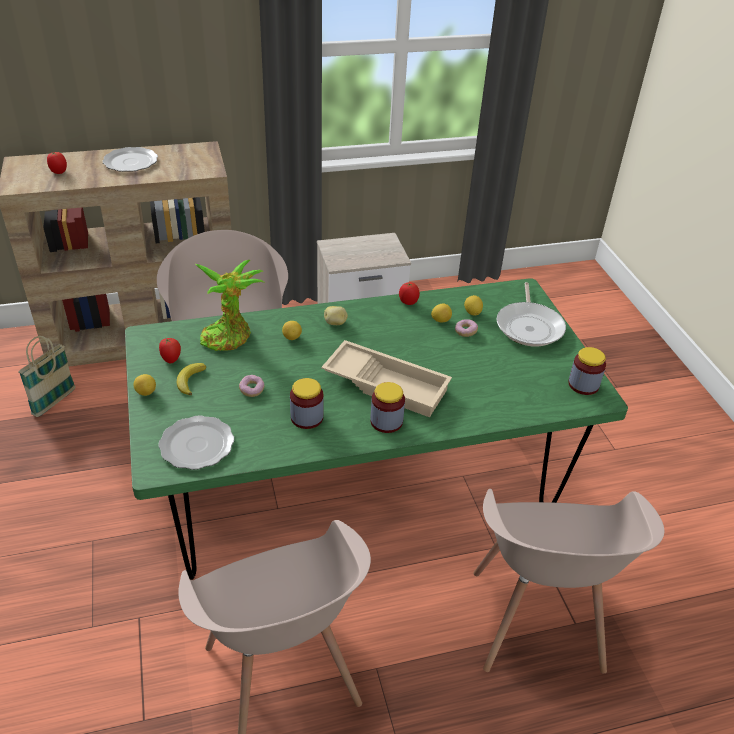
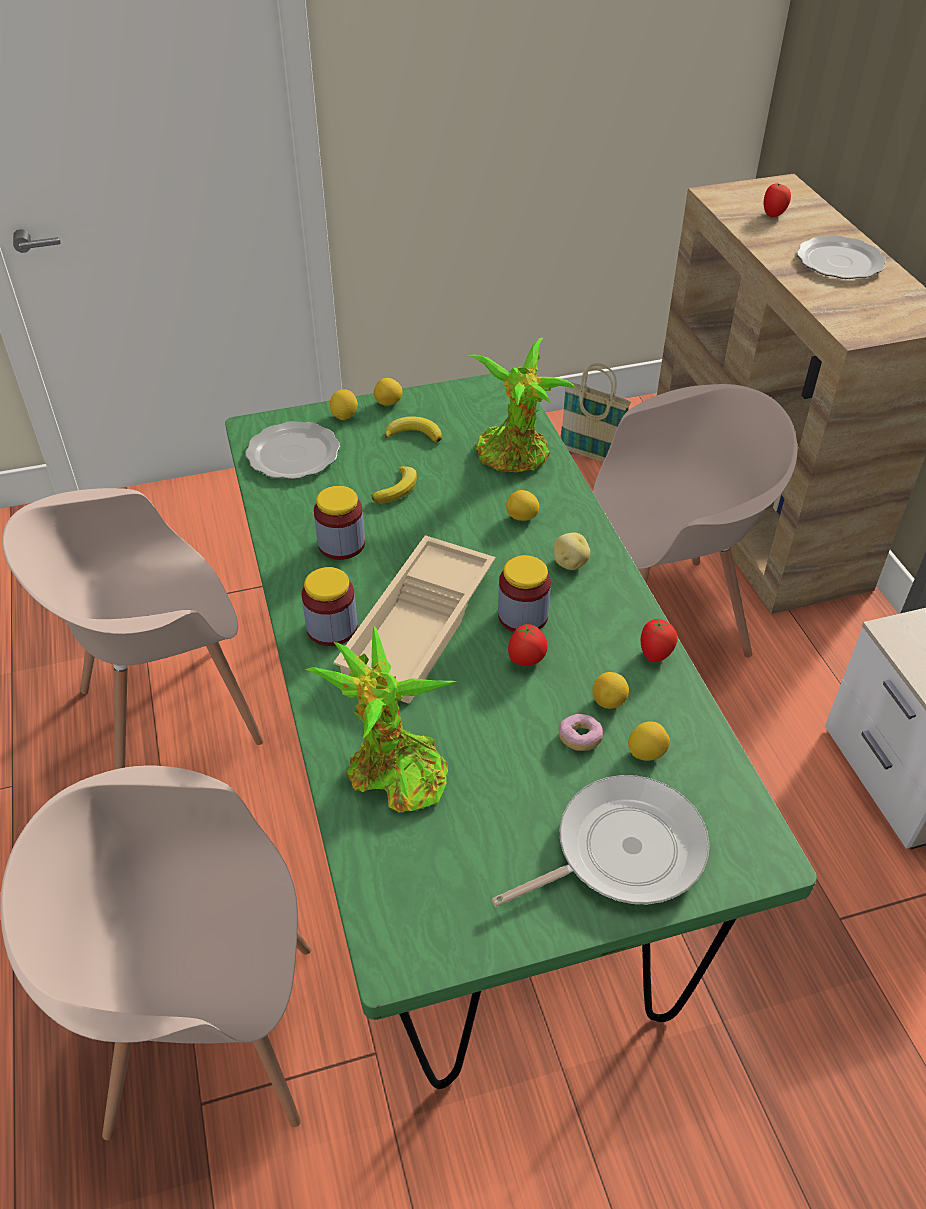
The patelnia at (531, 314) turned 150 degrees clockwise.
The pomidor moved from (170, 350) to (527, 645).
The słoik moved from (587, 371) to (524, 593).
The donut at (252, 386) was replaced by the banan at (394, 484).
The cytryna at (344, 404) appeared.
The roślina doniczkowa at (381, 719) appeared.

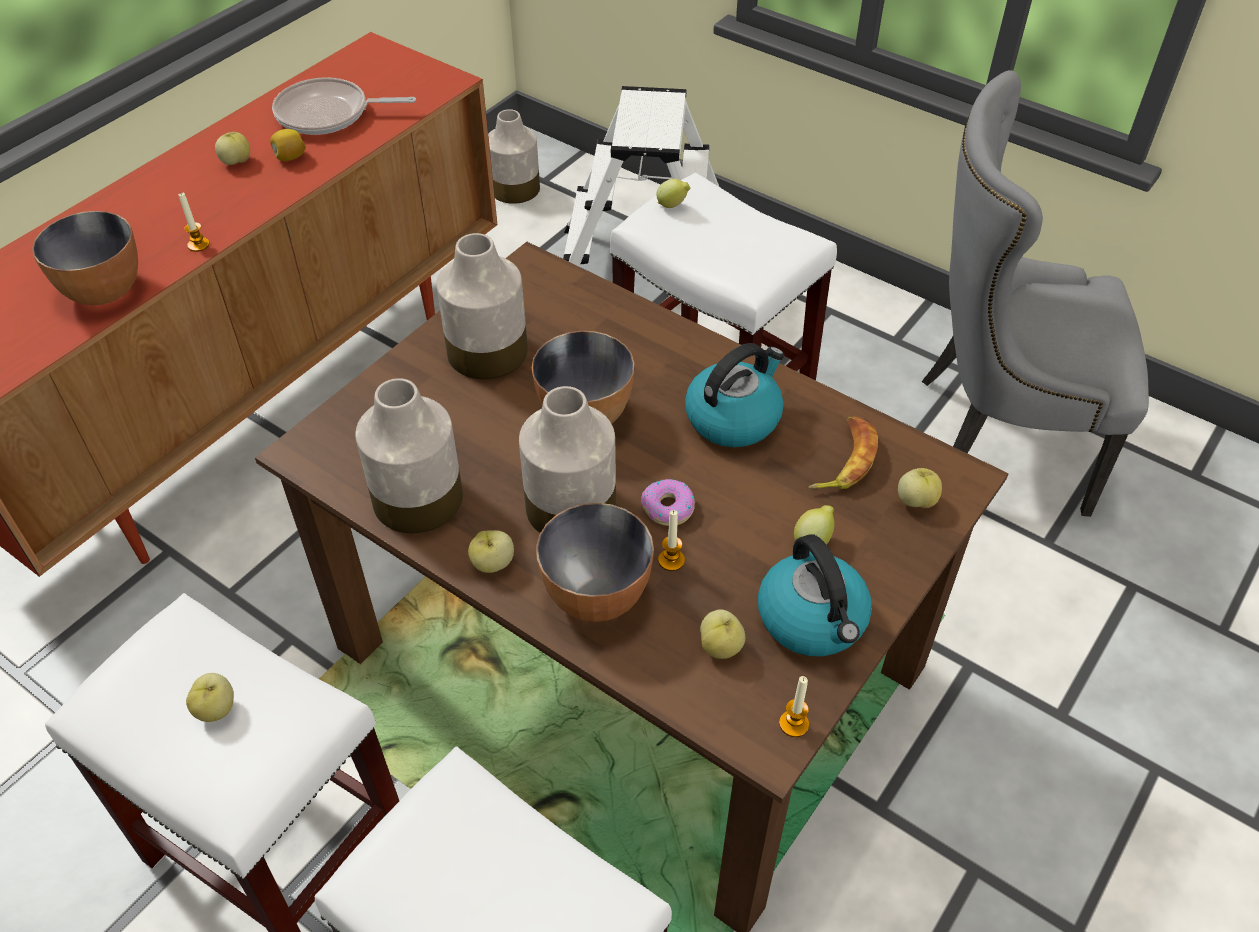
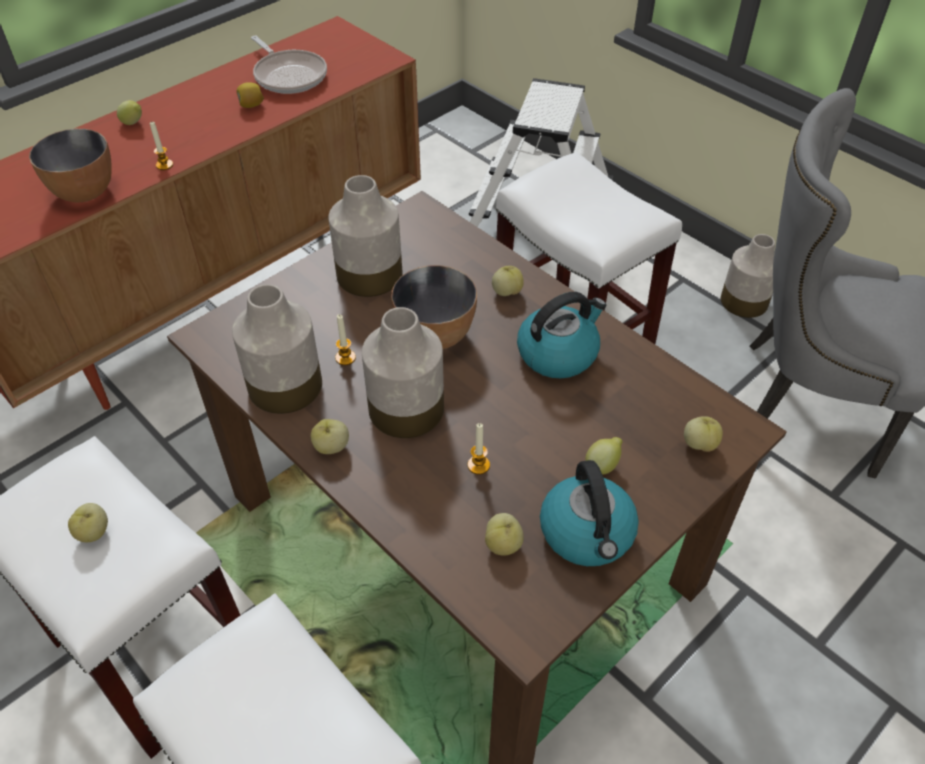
The patelnia at (344, 106) turned 135 degrees counterclockwise.
The wazon/beżowy moved from (514, 156) to (748, 276).
The jabłko moved from (232, 148) to (508, 281).
The cytryna moved from (673, 193) to (129, 112).
The banan at (843, 452) disappeared.
The donut at (668, 502) disappeared.
The miska at (595, 562) disappeared.
The świeca moved from (794, 706) to (345, 339).

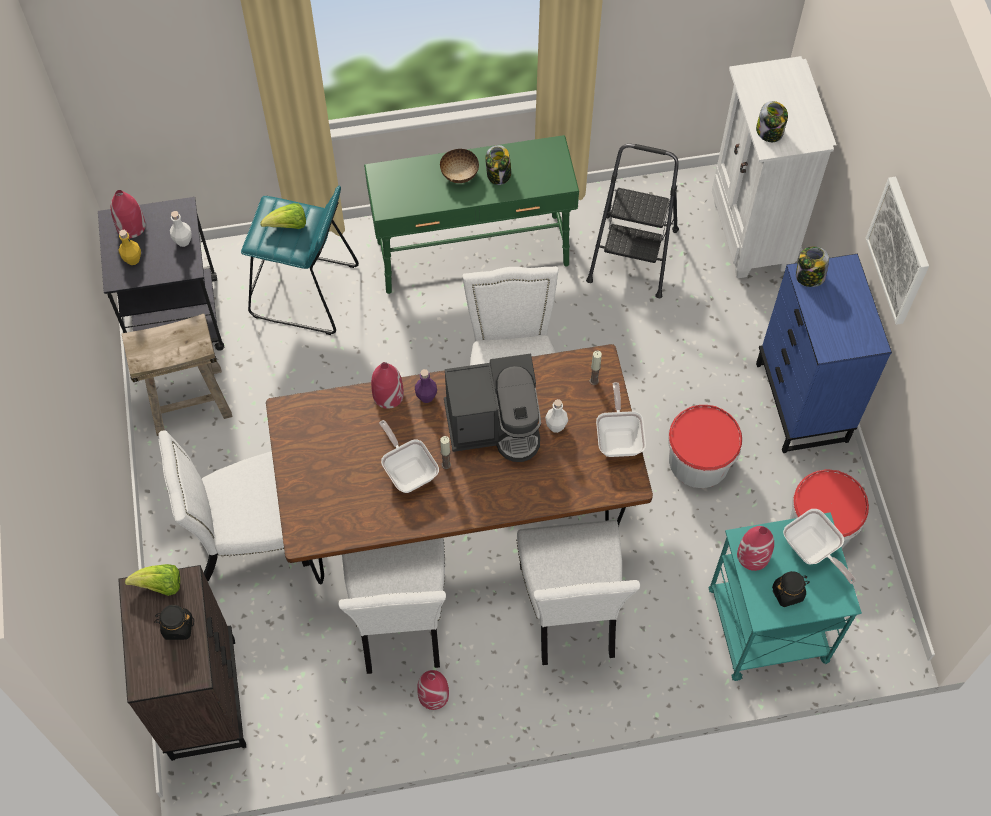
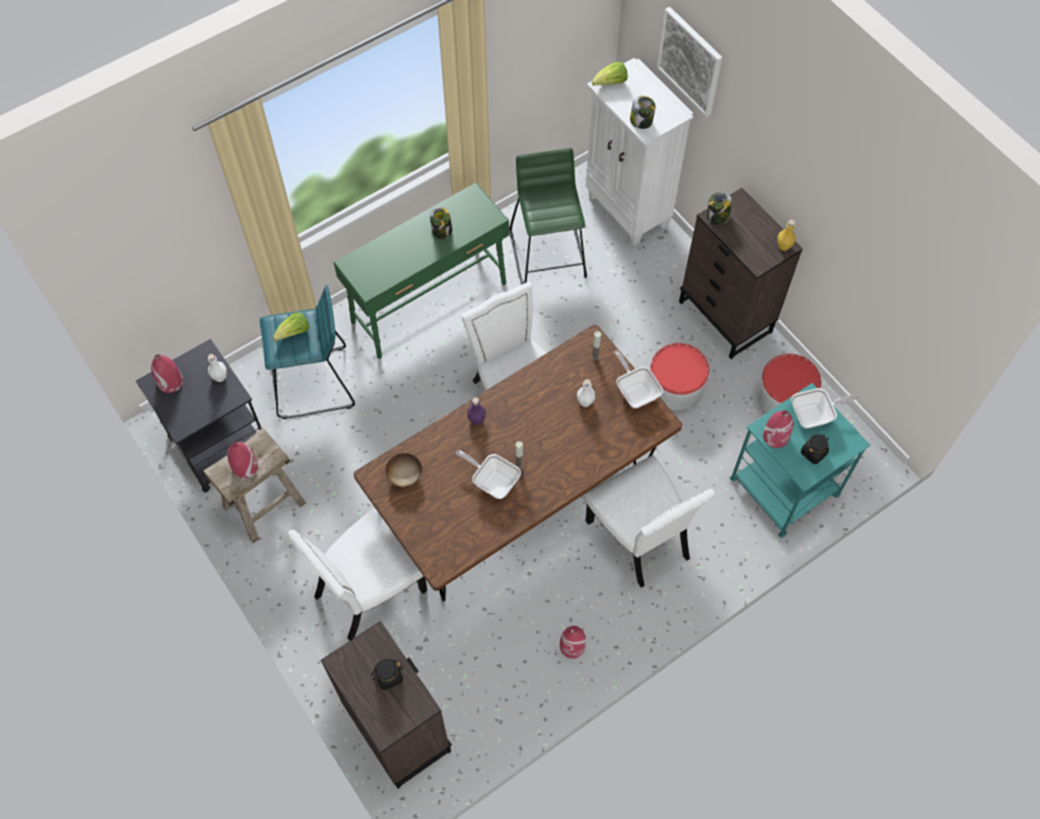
The drabinka/czarny at (632, 221) was replaced by the stołek/zielony at (548, 216).
The miska moved from (459, 166) to (403, 470).
The obraz moved from (897, 251) to (689, 62).
The butelka/żółty moved from (130, 247) to (786, 235).
The komoda/niebieski at (824, 353) became the komoda/brązowy at (741, 273).
The ekspres do kawy at (492, 408) disappeared.
The wazon/czerwony moved from (387, 385) to (242, 460).
The patelnia at (819, 546) turned 45 degrees counterclockwise.
The krzesło/biały at (392, 606) disappeared.
The sałata moved from (152, 580) to (610, 74).

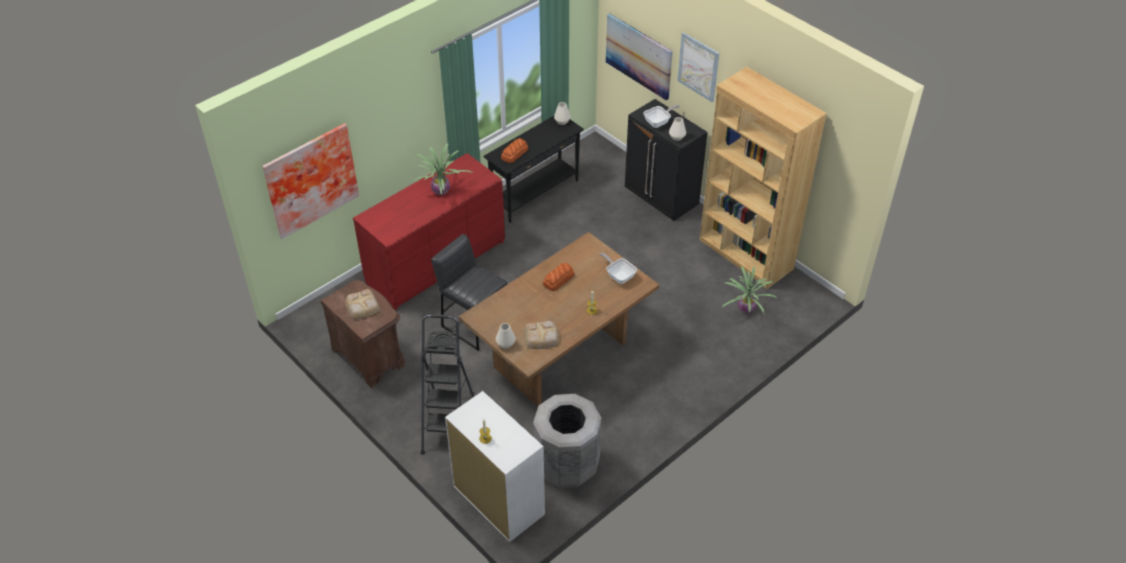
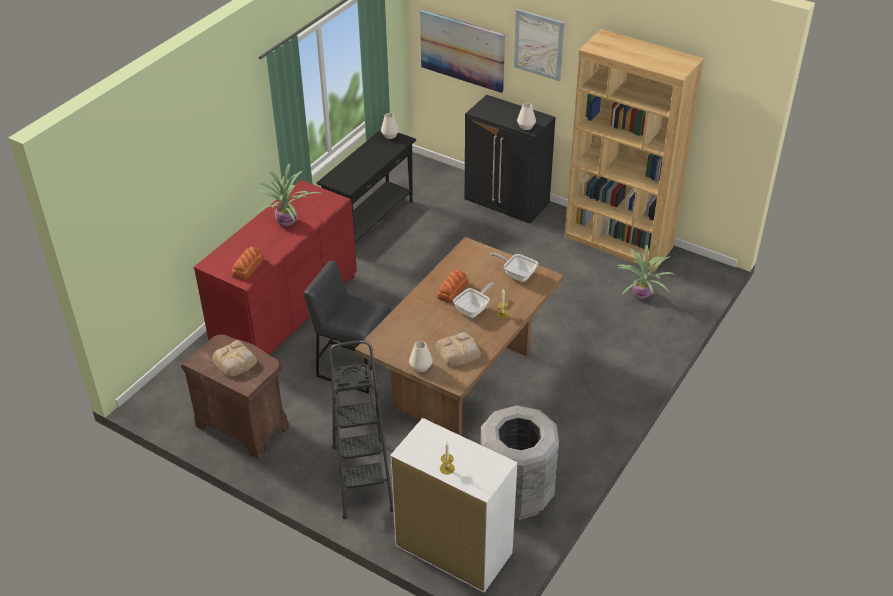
The patelnia moved from (661, 116) to (474, 300).
The obraz at (310, 181) disappeared.
The chleb moved from (515, 150) to (248, 263).

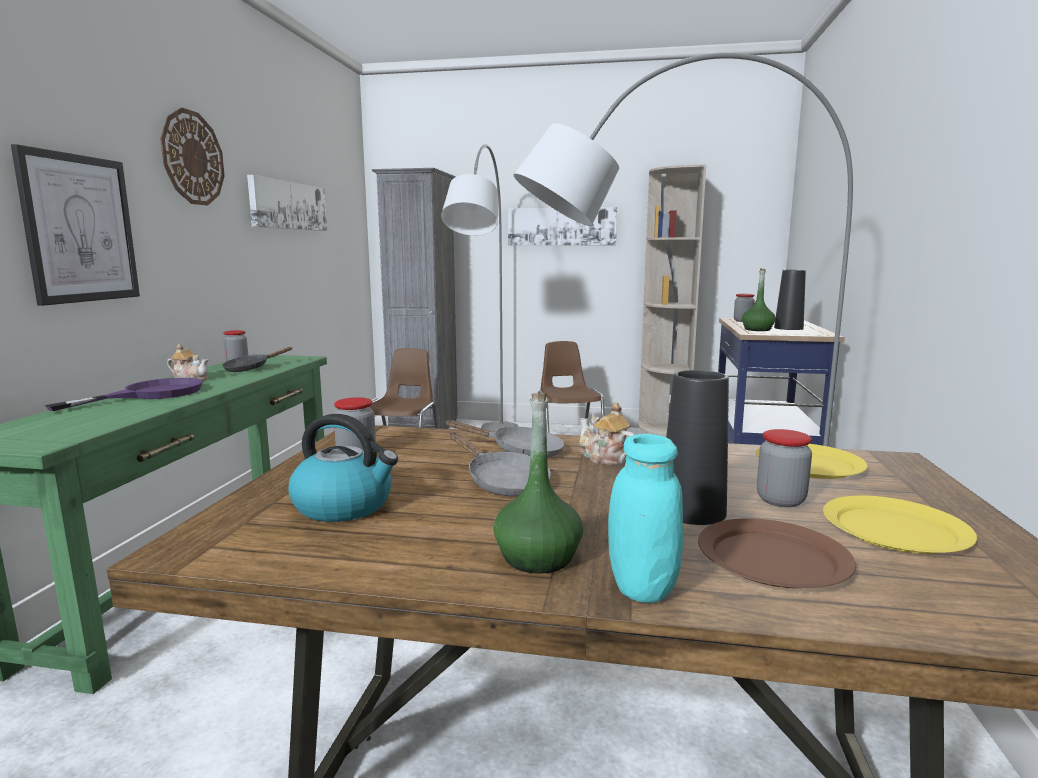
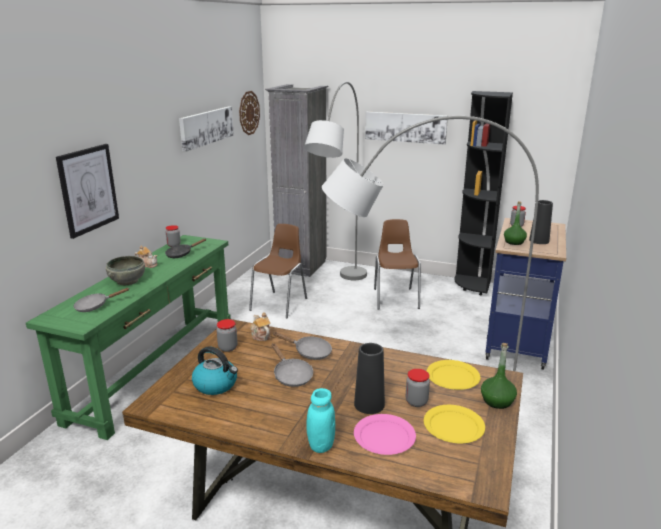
The zegar ścienny moved from (192, 156) to (249, 113).
The regał/beżowy at (672, 300) became the regał/czarny at (483, 193).
The patelnia/fioletowy at (124, 394) was replaced by the miska/szary at (125, 270).
The butelka/zielony moved from (538, 483) to (499, 376).
The imbryk moved from (607, 433) to (260, 326).
The talerz/brązowy at (777, 553) became the talerz/różowy at (385, 434).
The patelnia/szary at (101, 300) appeared.

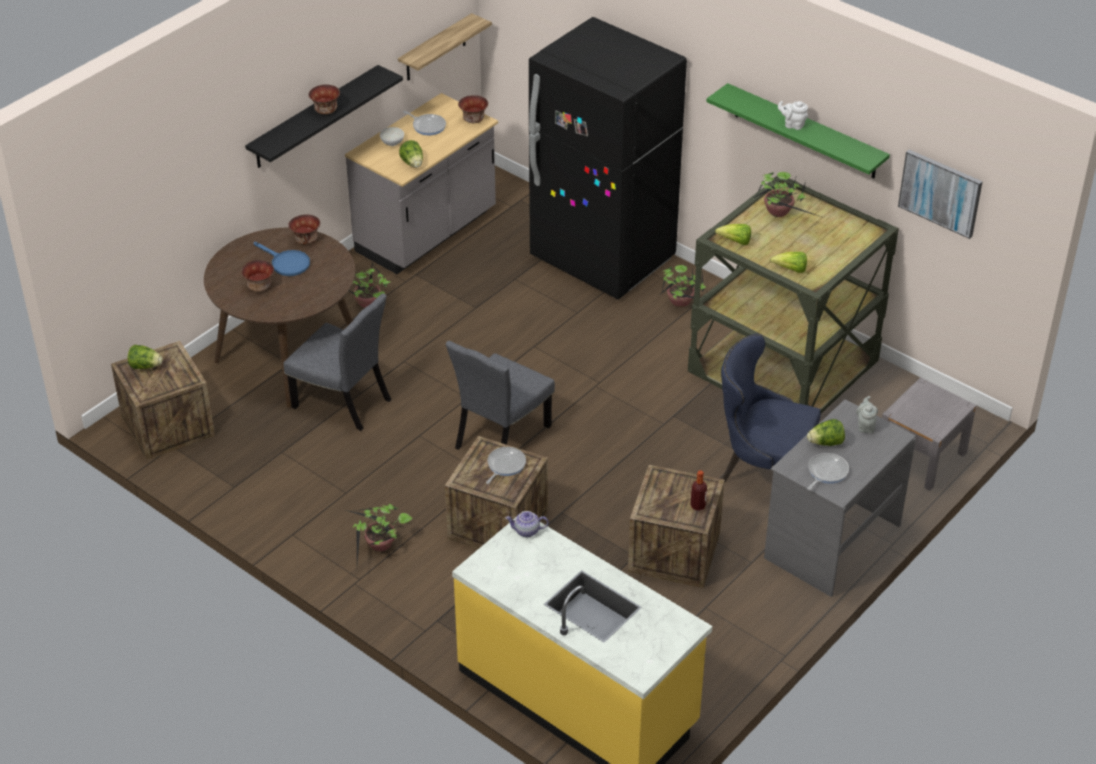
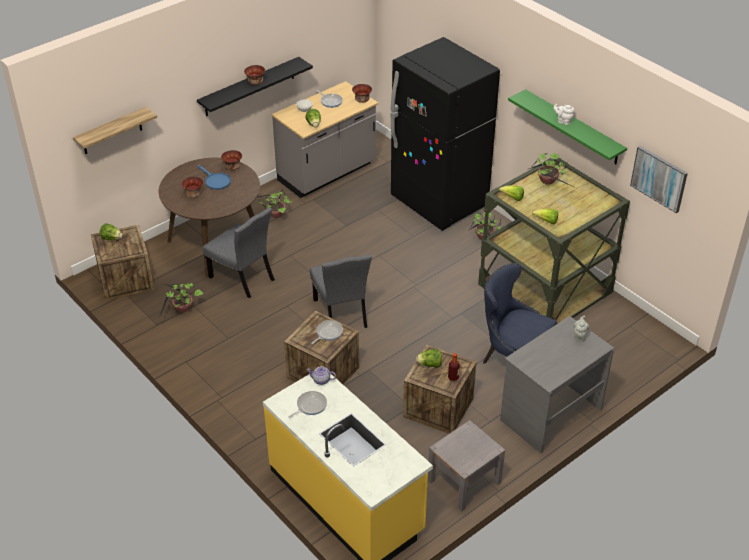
The półka moved from (445, 47) to (115, 130).
The krzesło/szary at (500, 395) turned 60 degrees counterclockwise.
The szafka nocna/szary moved from (929, 434) to (466, 465).
The sałata moved from (826, 432) to (429, 358).
The patelnia moved from (828, 471) to (308, 404).
The roślina doniczkowa moved from (379, 533) to (181, 300).

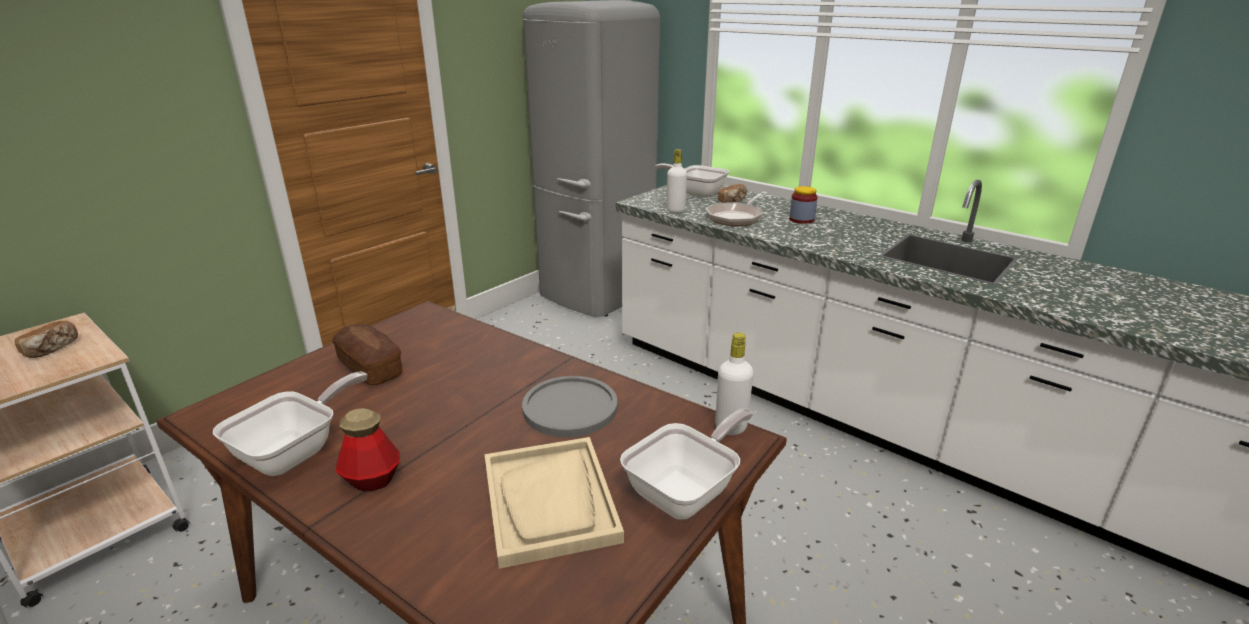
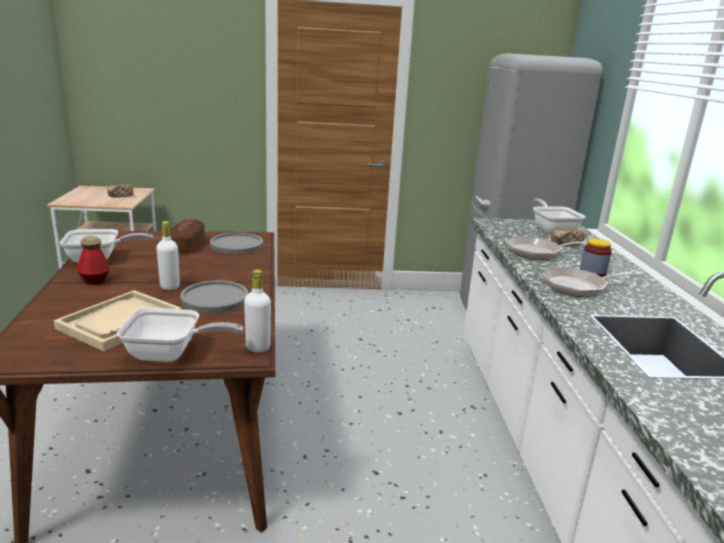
The butelka/biały moved from (677, 181) to (168, 255).
The talerz/szary at (236, 243) appeared.
The patelnia at (592, 282) appeared.

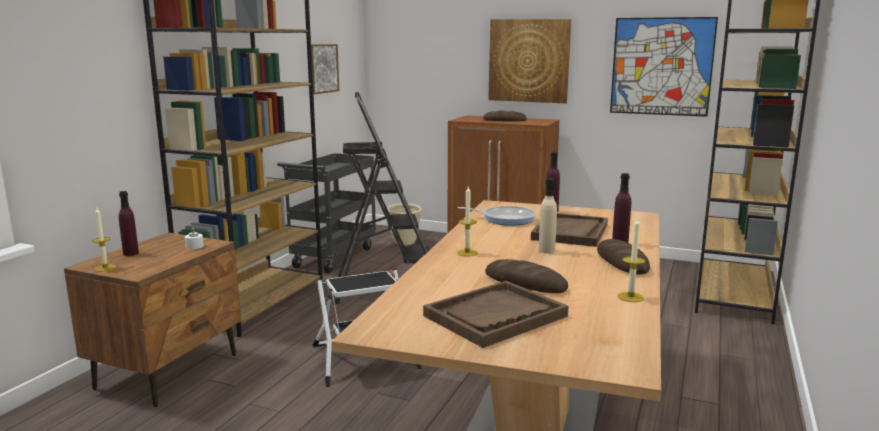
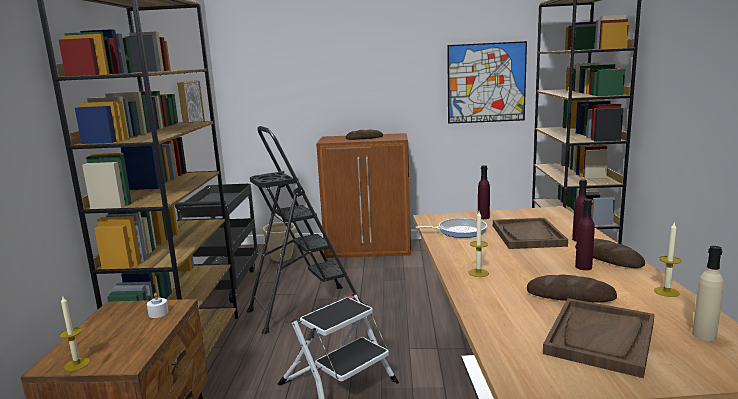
The obraz at (530, 61) disappeared.
The butelka/beżowy moved from (548, 216) to (708, 293).
The butelka/fioletowy moved from (129, 223) to (585, 234).

